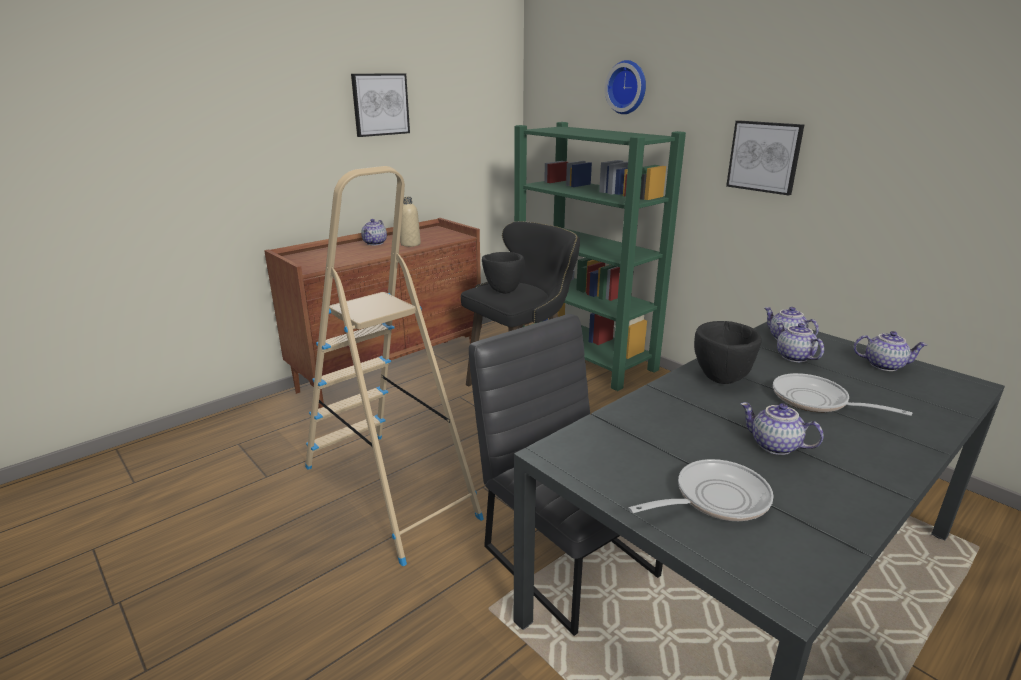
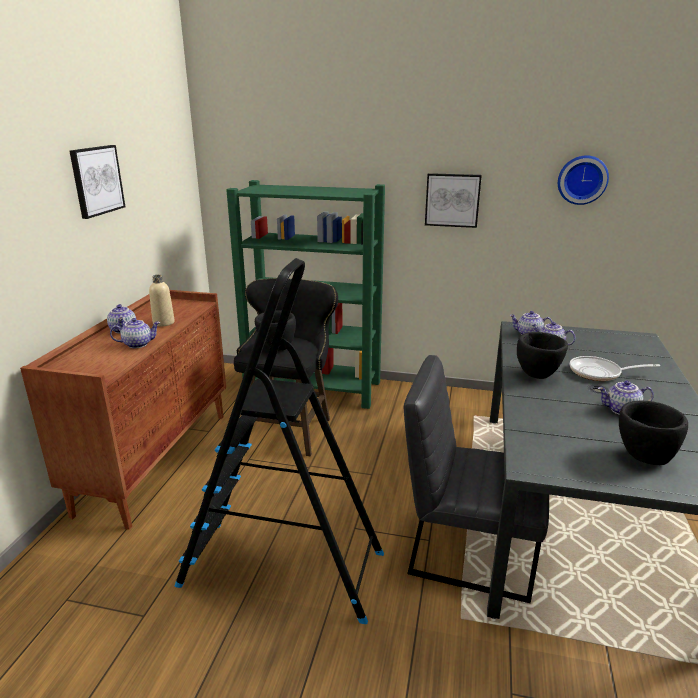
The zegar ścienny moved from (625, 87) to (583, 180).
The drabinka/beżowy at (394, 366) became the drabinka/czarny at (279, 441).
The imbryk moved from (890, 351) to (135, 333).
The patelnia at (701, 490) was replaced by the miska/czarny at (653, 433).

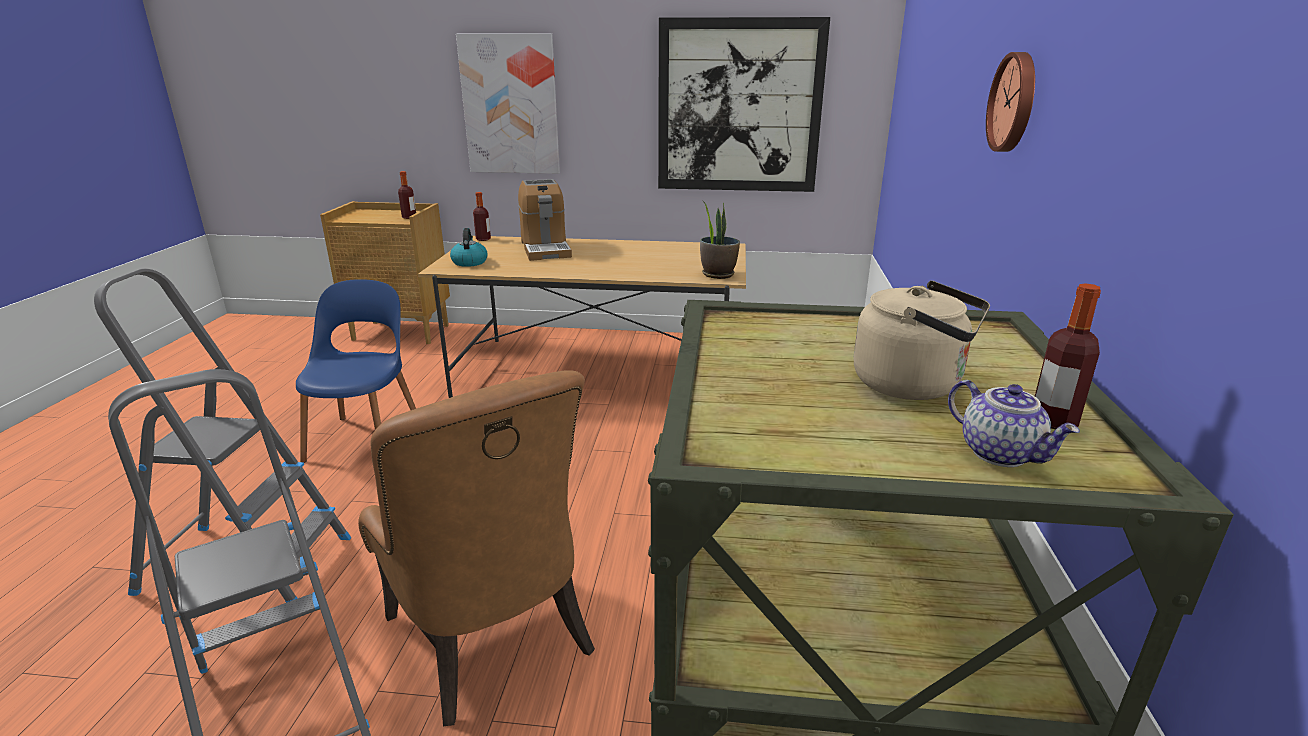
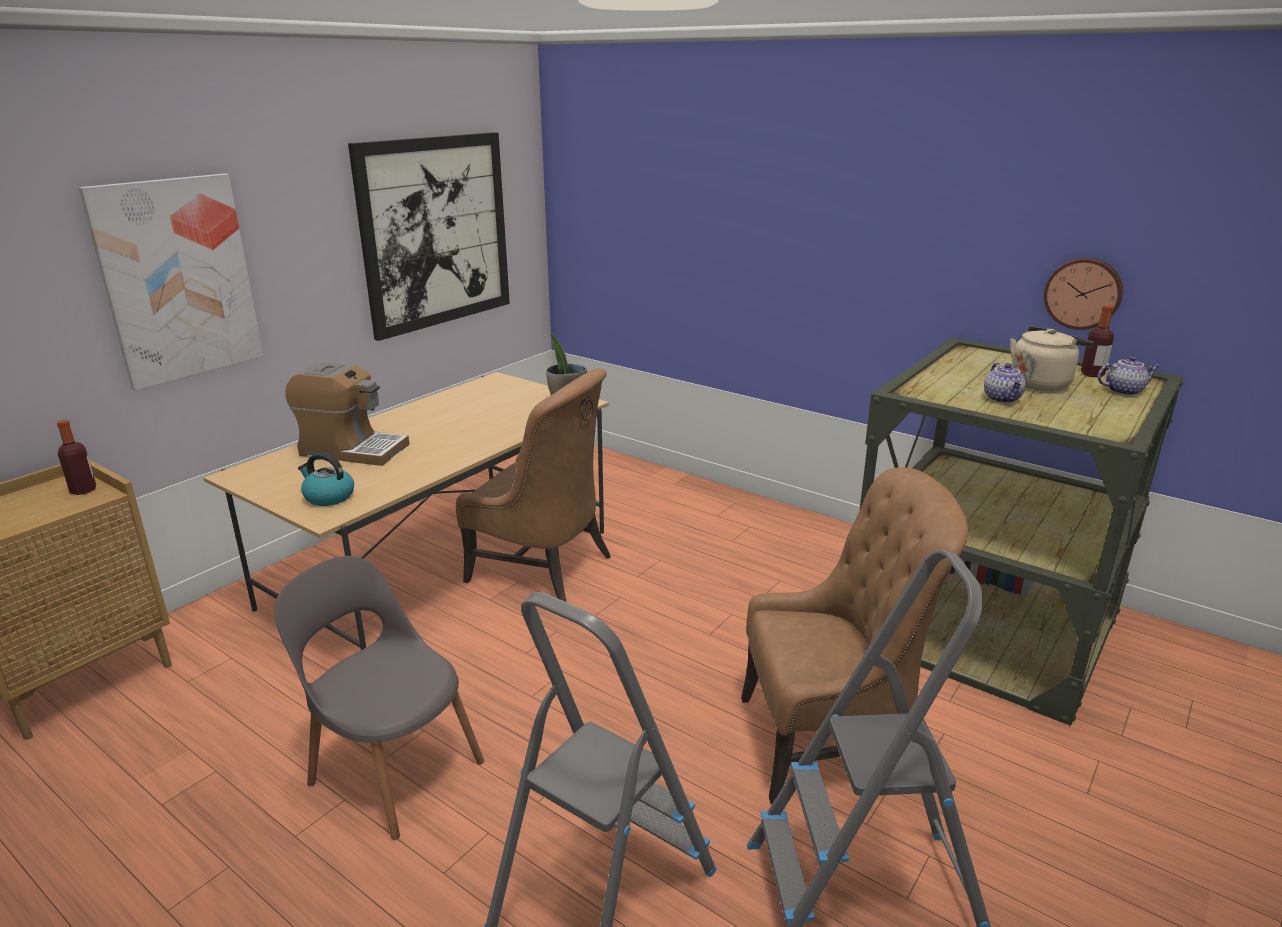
The zegar ścienny moved from (1010, 102) to (1083, 294).
The butelka at (482, 216) disappeared.
The krzesło/niebieski at (356, 371) became the krzesło/szary at (379, 698).
The imbryk at (1004, 383) appeared.
The krzesło/brązowy at (533, 485) appeared.

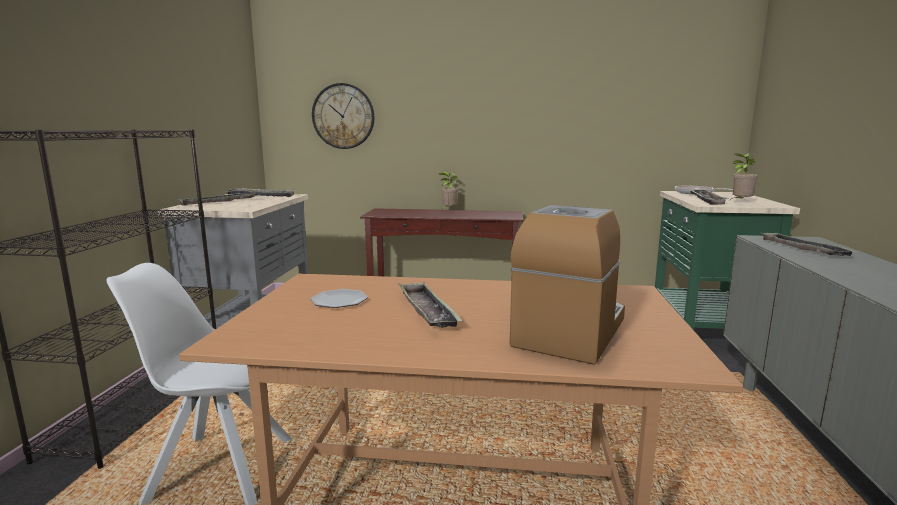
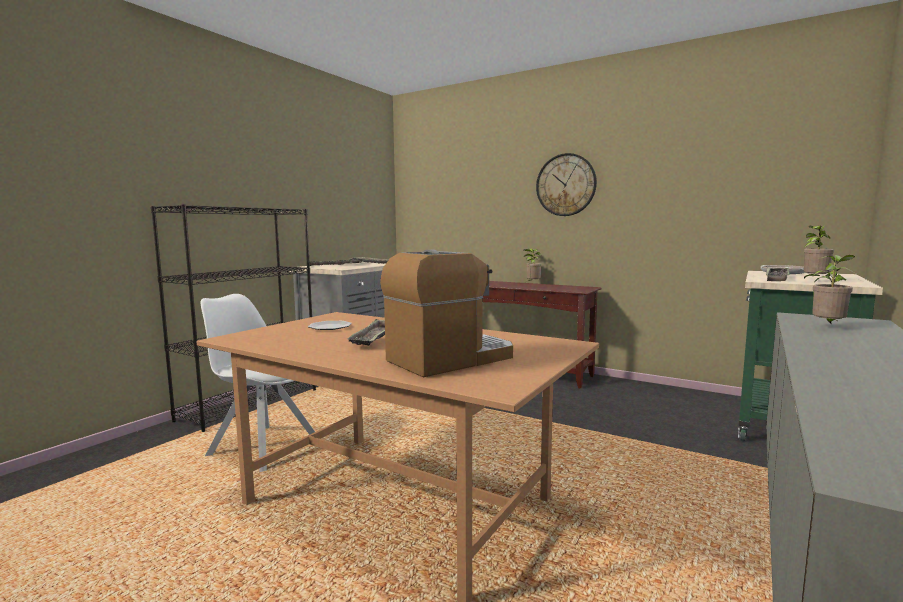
The zegar ścienny moved from (343, 116) to (566, 184).
The taca at (808, 244) was replaced by the roślina doniczkowa at (833, 289).

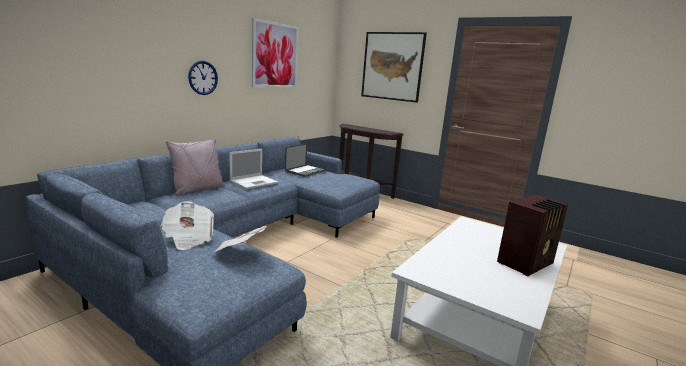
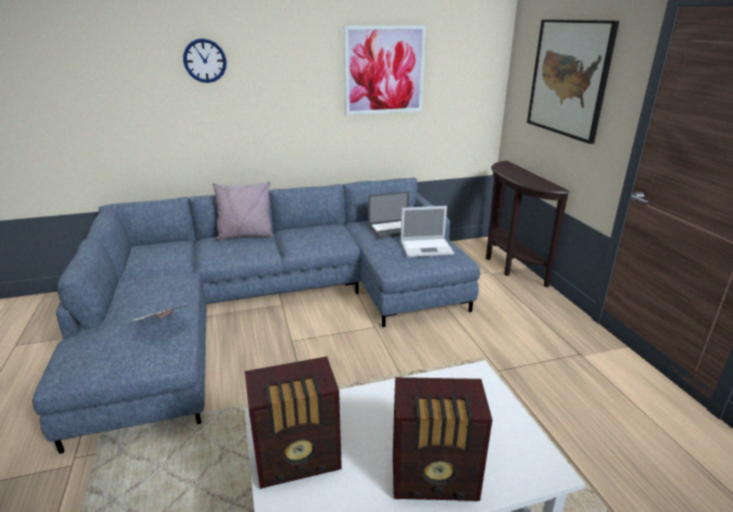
The zegar ścienny moved from (203, 78) to (205, 60).
The laptop moved from (253, 169) to (427, 231).
The gazeta at (187, 225) disappeared.
The radio at (293, 422) appeared.

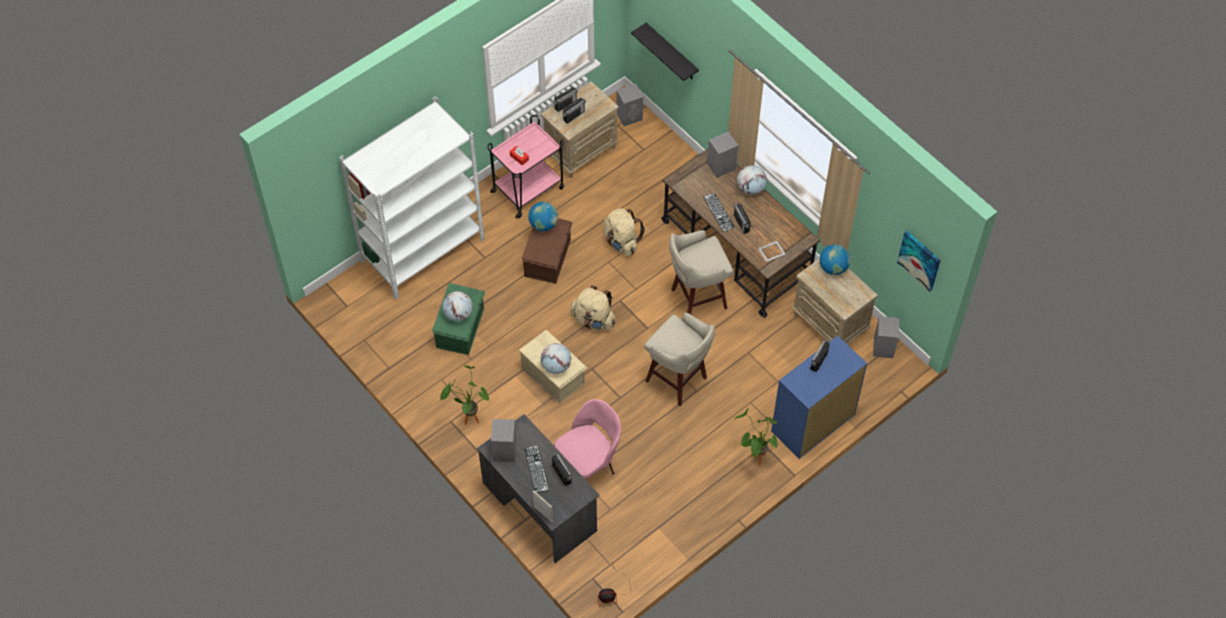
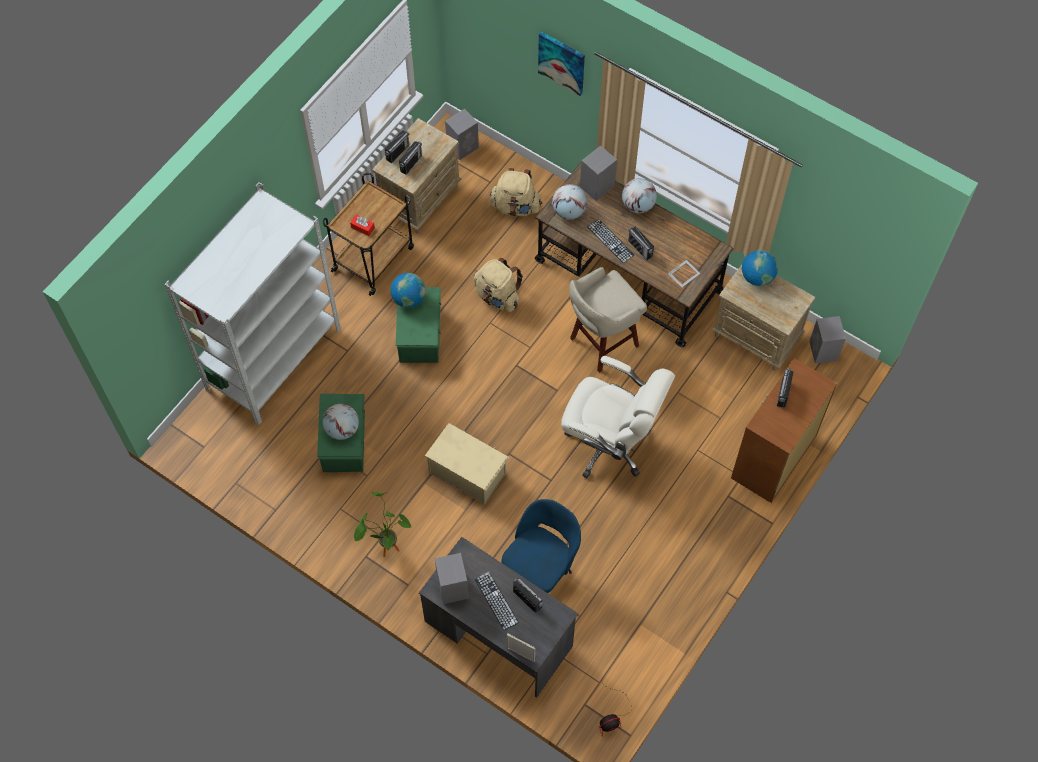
The półka/czarny at (665, 52) disappeared.
The wózek/różowy at (525, 167) became the wózek/brązowy at (368, 234).
The pojemnik do przechowywania/brązowy at (547, 251) became the pojemnik do przechowywania/zielony at (418, 325).
The obraz moved from (919, 261) to (561, 63).
The plecak/beżowy moved from (592, 308) to (516, 192).
The stołek/beżowy at (679, 359) was replaced by the krzesło biurowe/biały at (618, 417).
The szafka/niebieski at (819, 397) became the szafka/brązowy at (784, 430).
The globus moved from (556, 358) to (569, 201).
The krzesło/różowy at (587, 439) became the krzesło/niebieski at (541, 546).
The roślina doniczkowa at (756, 437) disappeared.

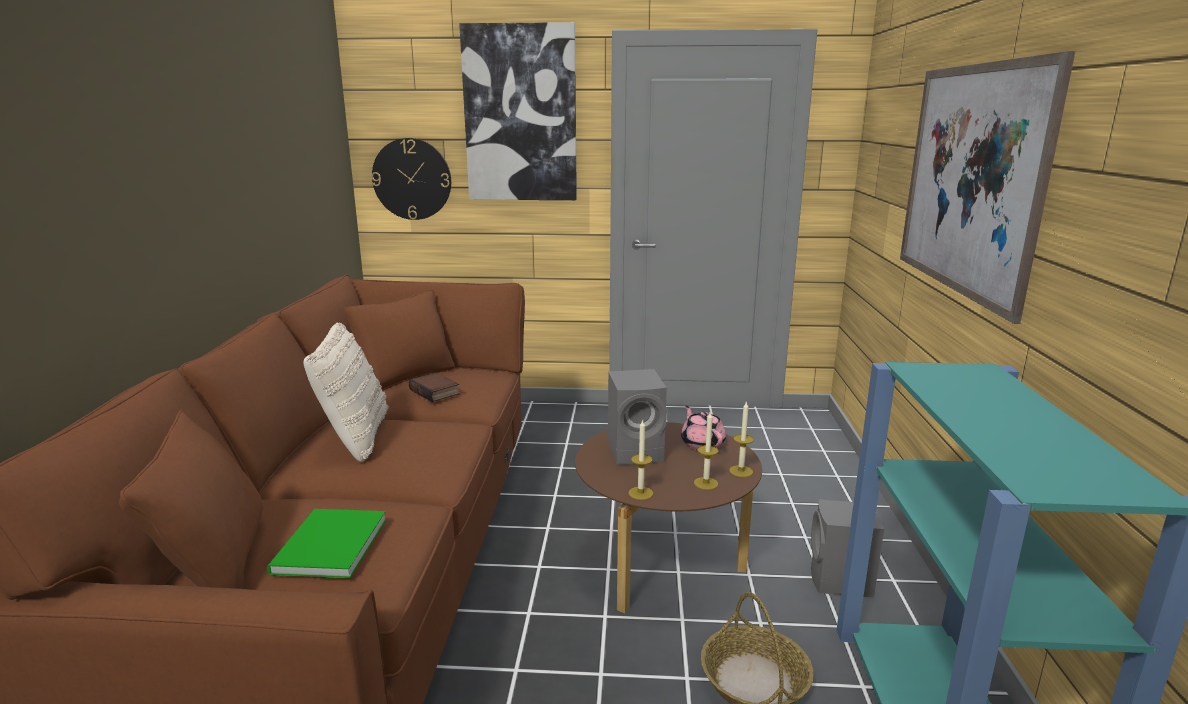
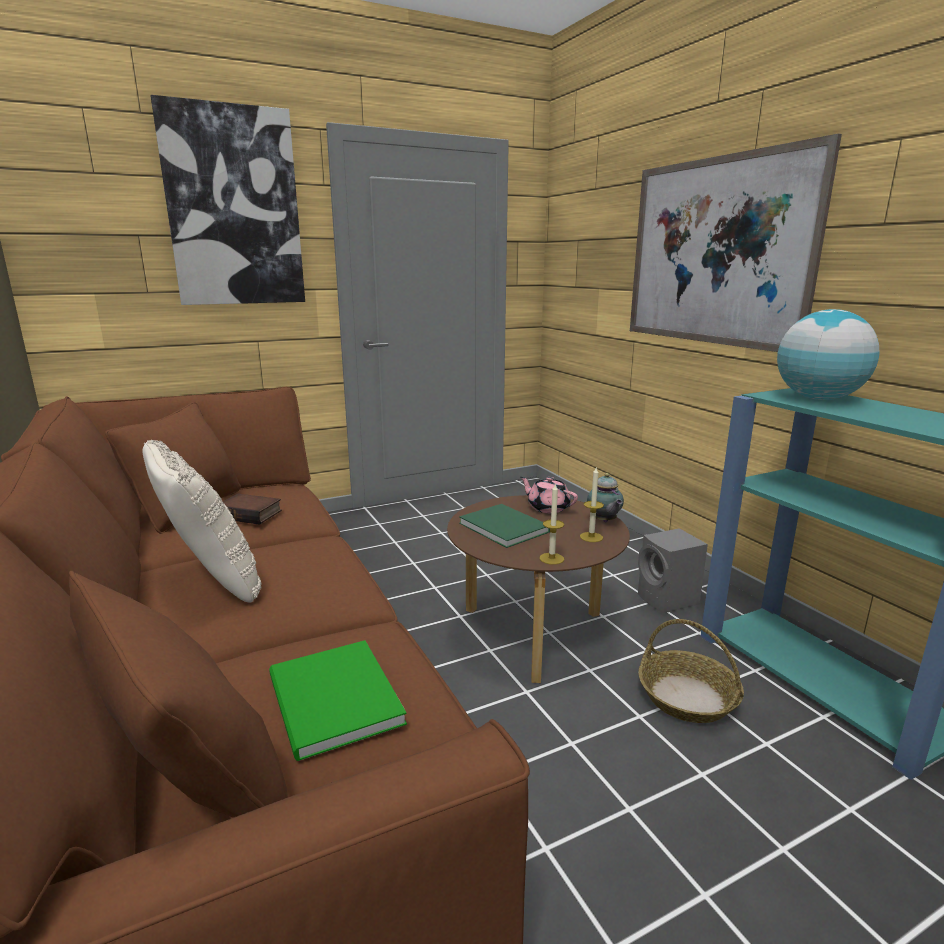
The zegar ścienny at (411, 179) disappeared.
The głośnik/szary at (637, 417) was replaced by the książka/zielony at (504, 526).
The świeca at (741, 439) was replaced by the imbryk at (605, 497).
The globus at (828, 354) appeared.

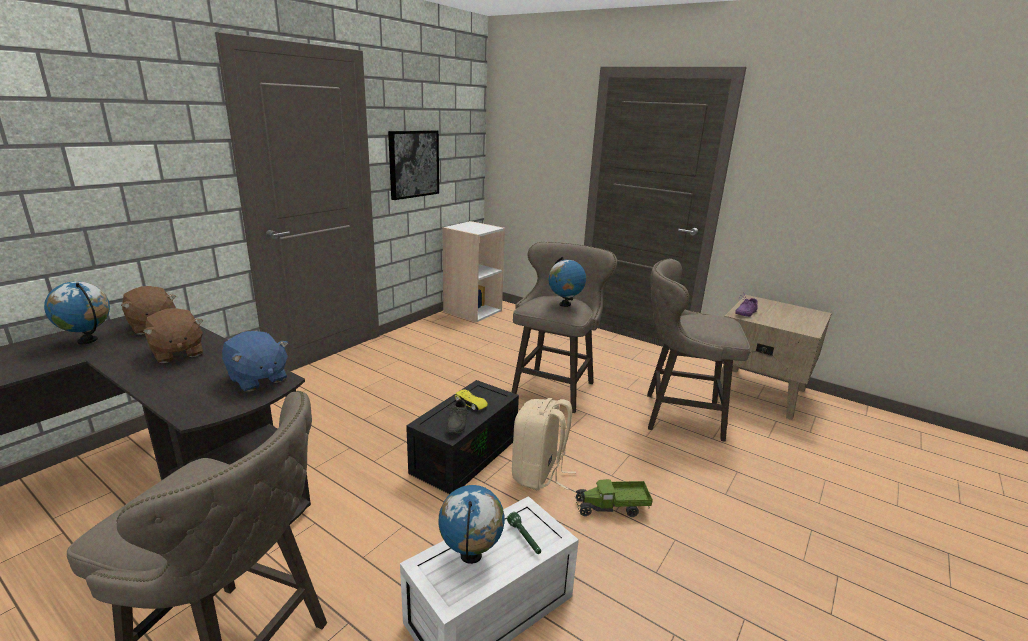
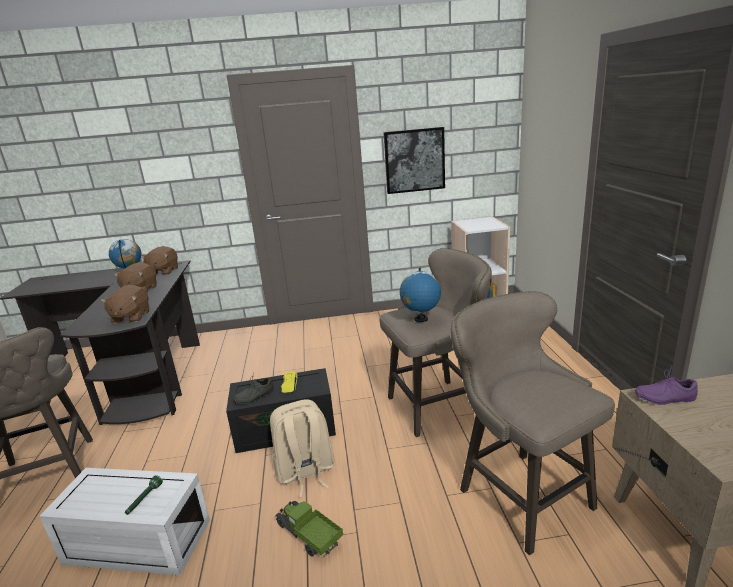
The pluszak/niebieski at (255, 361) became the pluszak/brązowy at (125, 304).
The globus at (471, 524) disappeared.

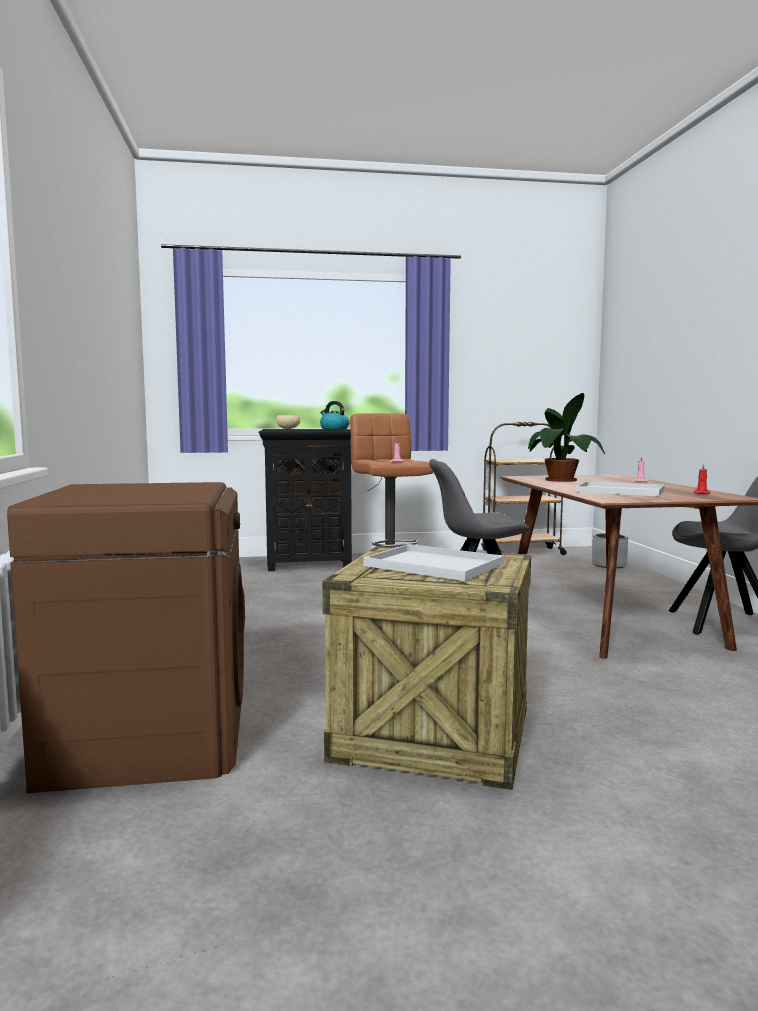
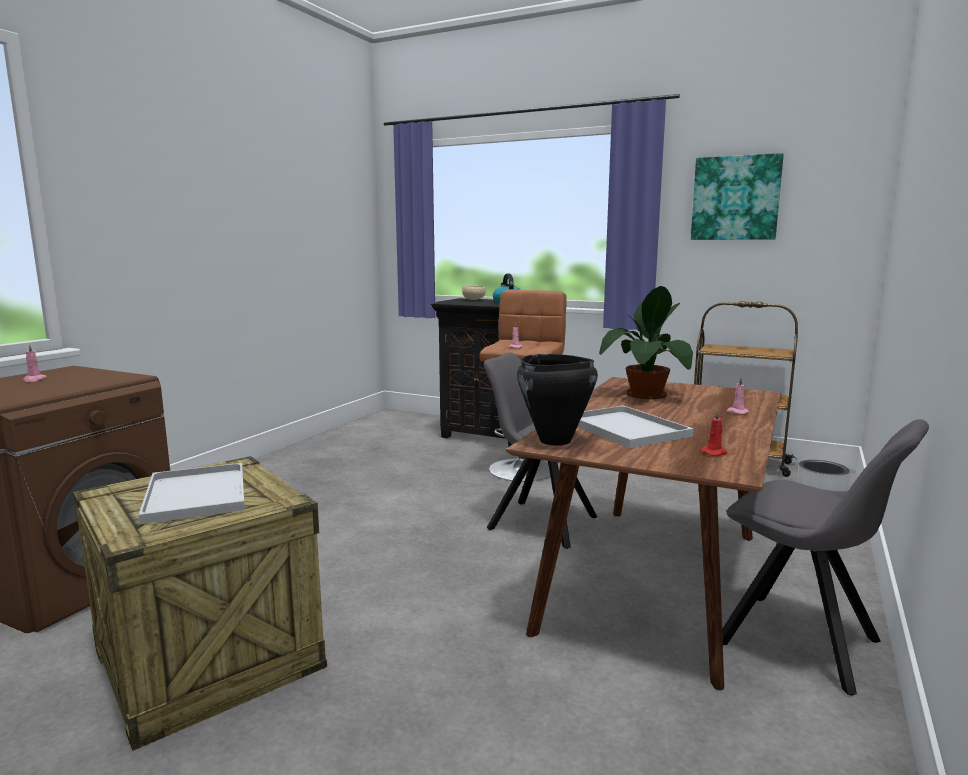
The obraz at (737, 196) appeared.
The świeca/różowy at (35, 363) appeared.
The garnek/czarny at (557, 400) appeared.

